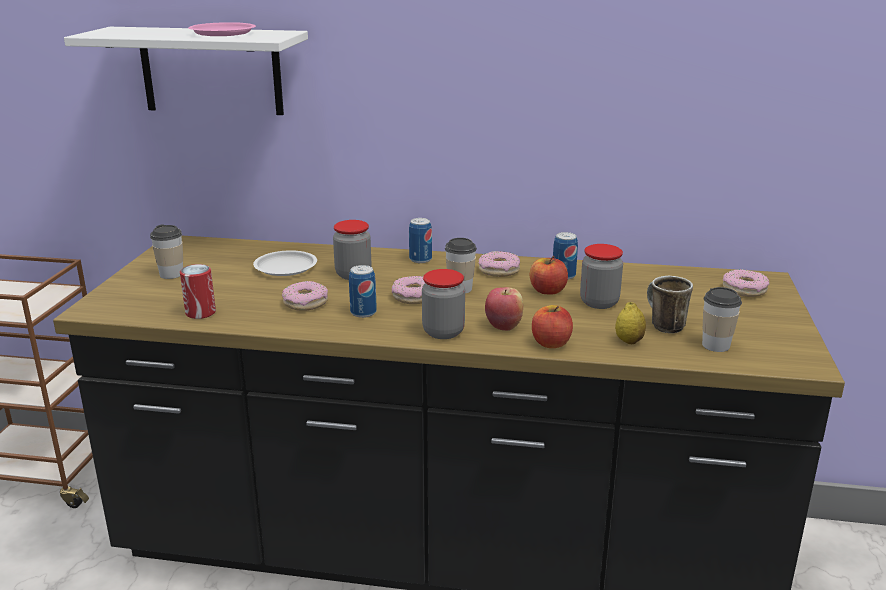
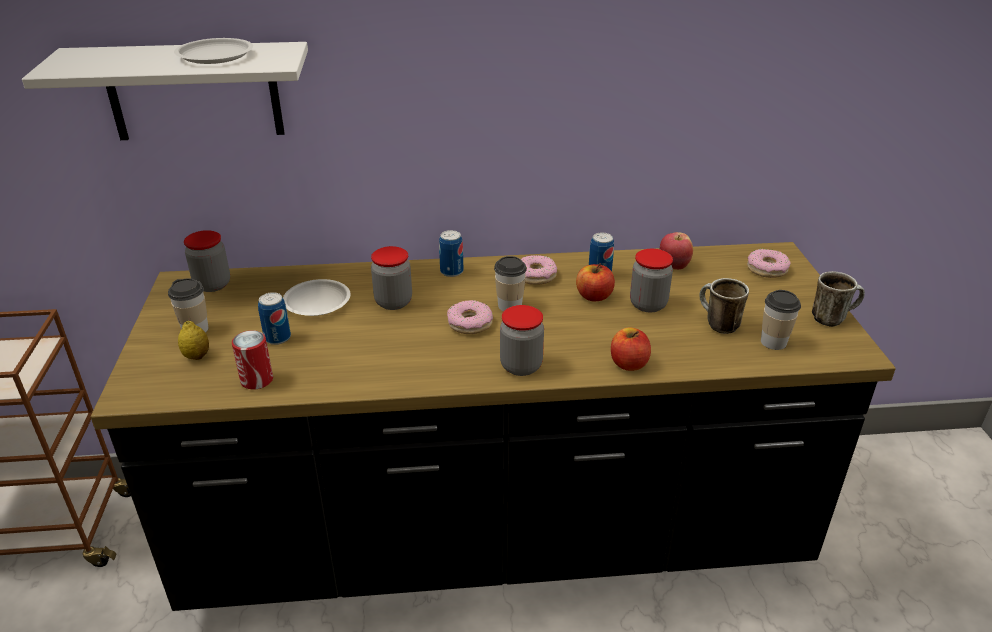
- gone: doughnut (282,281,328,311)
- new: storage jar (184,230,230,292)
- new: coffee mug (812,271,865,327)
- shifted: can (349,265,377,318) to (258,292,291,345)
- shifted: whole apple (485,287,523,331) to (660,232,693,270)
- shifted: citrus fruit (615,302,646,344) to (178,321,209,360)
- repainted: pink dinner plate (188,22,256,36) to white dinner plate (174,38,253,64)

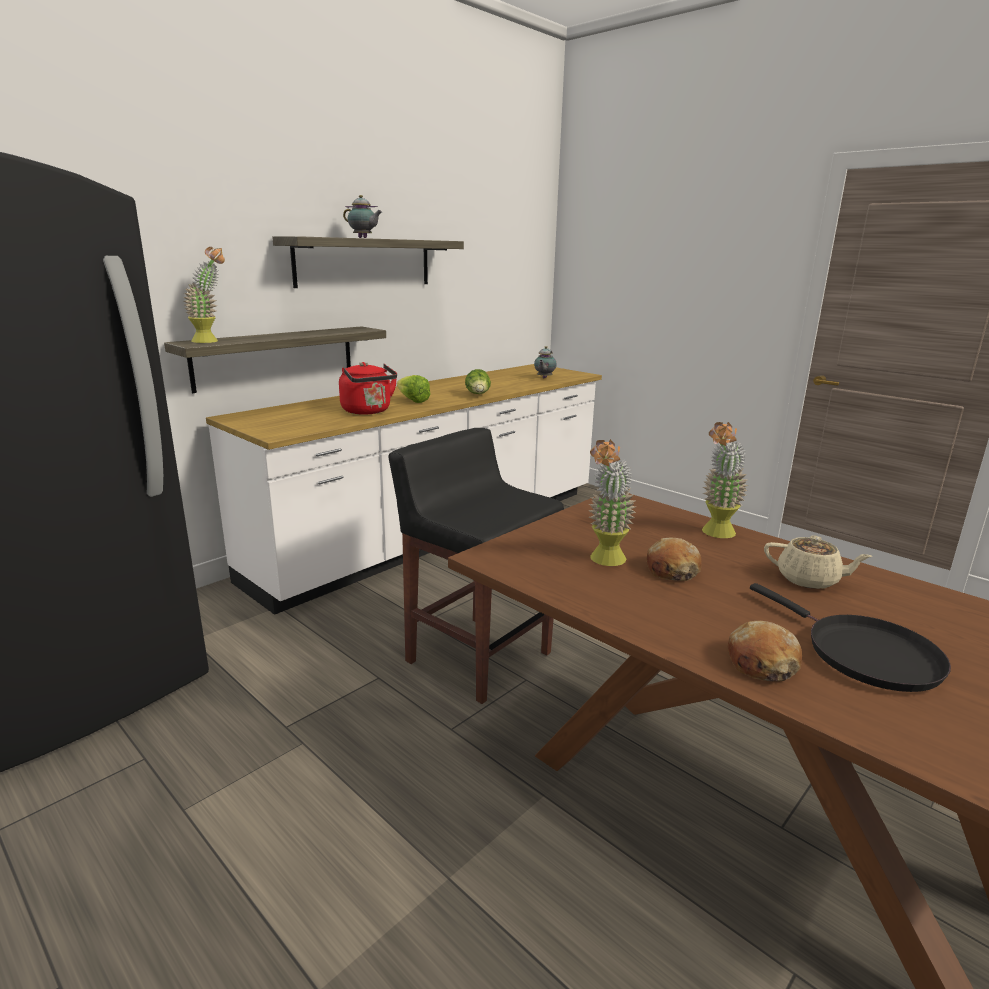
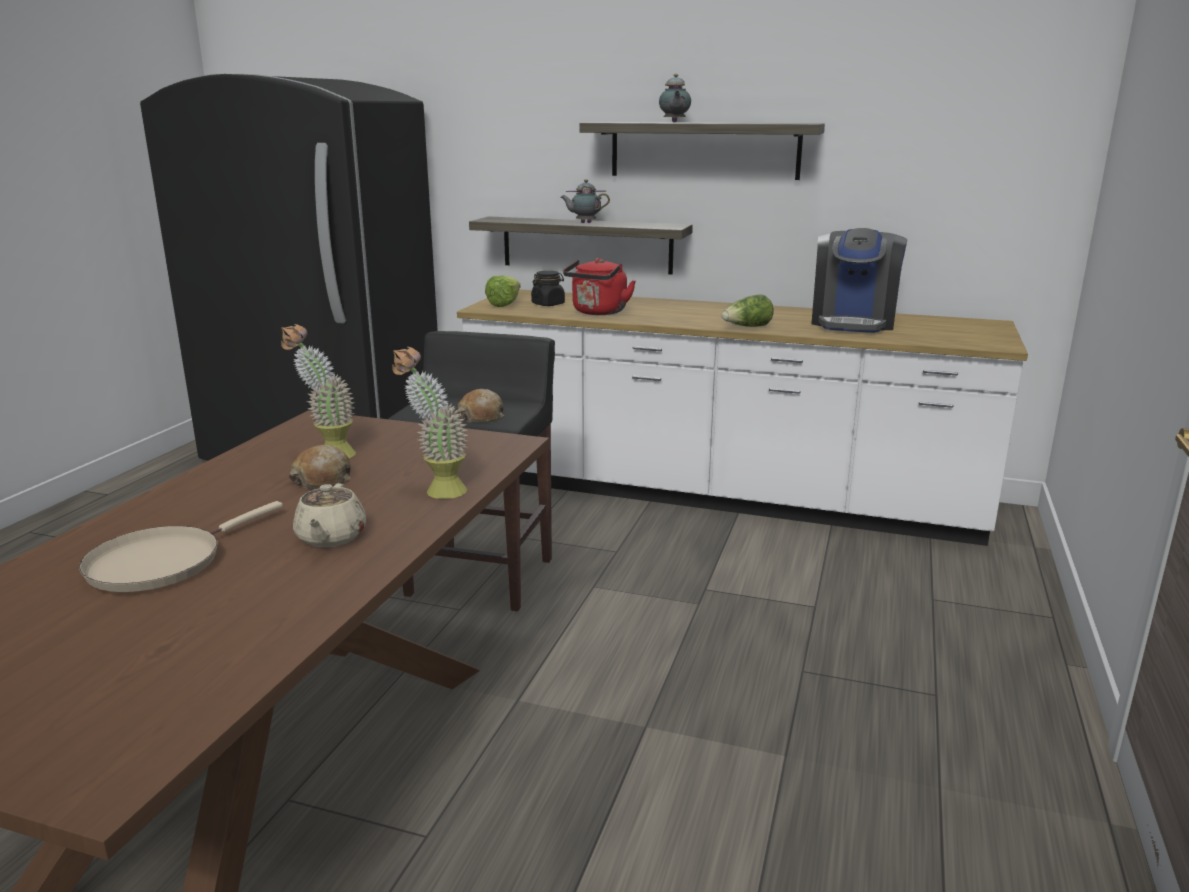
- gone: houseplant (183,247,225,343)
- new: blackish storage jar (531,271,565,306)
- new: coffee machine (811,228,907,333)
- shifted: head of lettuce (397,375,430,403) to (485,275,520,307)
- shifted: pot for tea (534,346,557,378) to (560,179,610,223)
- shifted: bread (728,621,802,681) to (457,389,504,423)
- repainted: blackish skillet (750,583,951,692) to beige skillet (79,501,283,592)

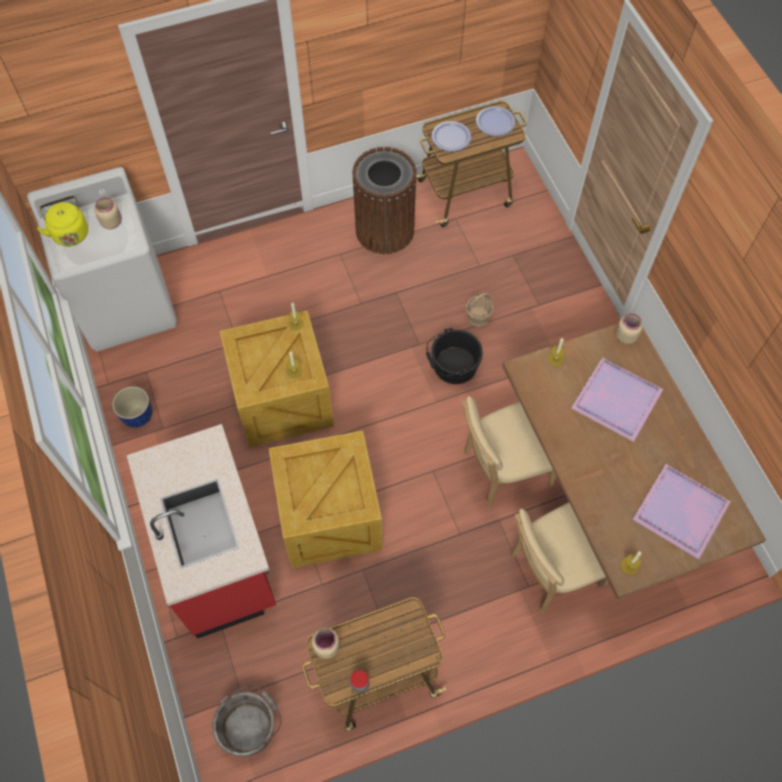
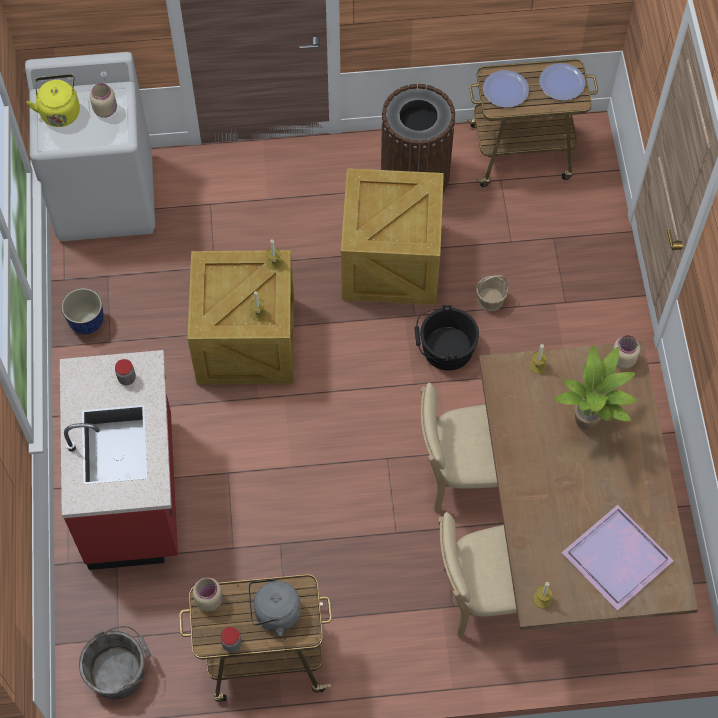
- new: storage jar (115,359,136,385)
- new: greyish water kettle (248,579,301,636)
- shifted: shipping crate (269,431,383,568) to (341,168,444,305)
- swapped: purple serving tray (571,358,663,442) to houseplant (554,345,637,430)

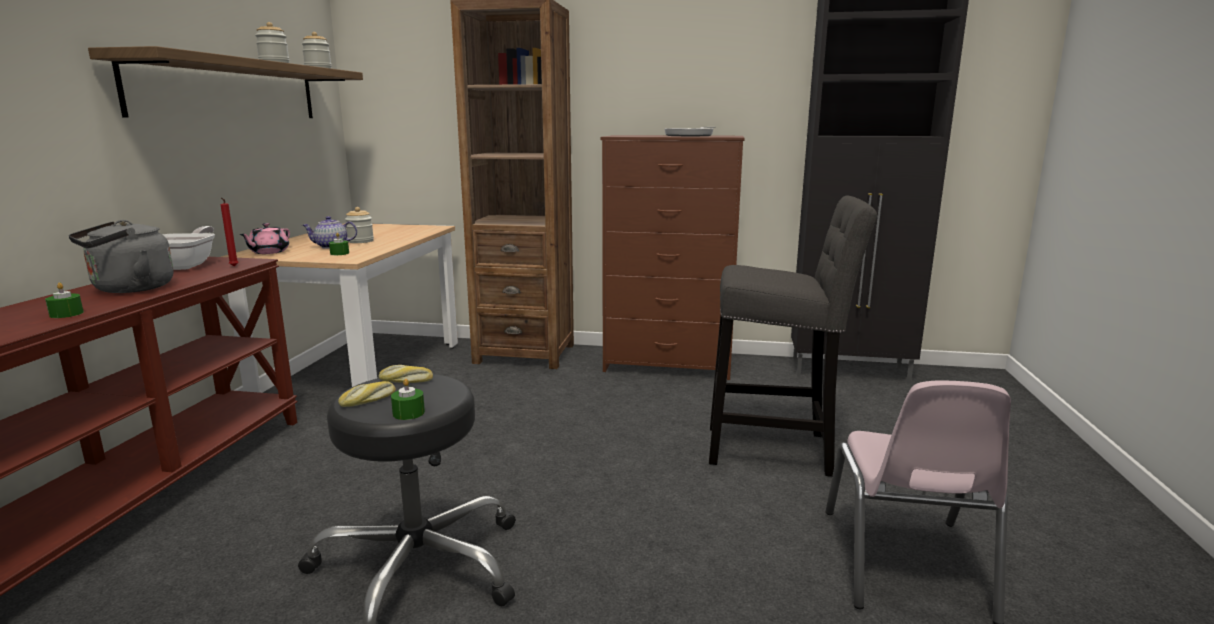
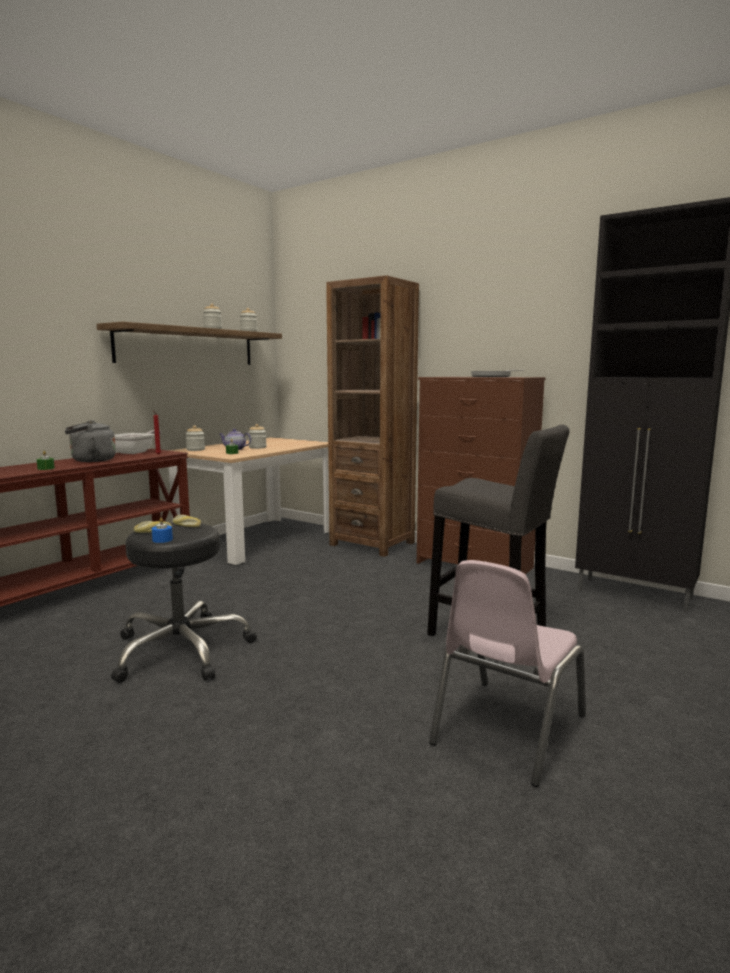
- swapped: pink pot for tea (240,223,290,254) to storage jar (186,425,205,451)
- repainted: green-coloured candle (391,378,425,420) to blue candle (152,517,173,543)

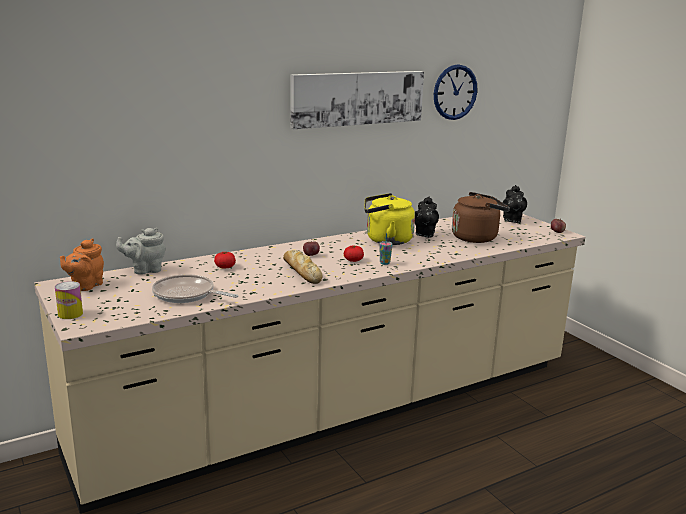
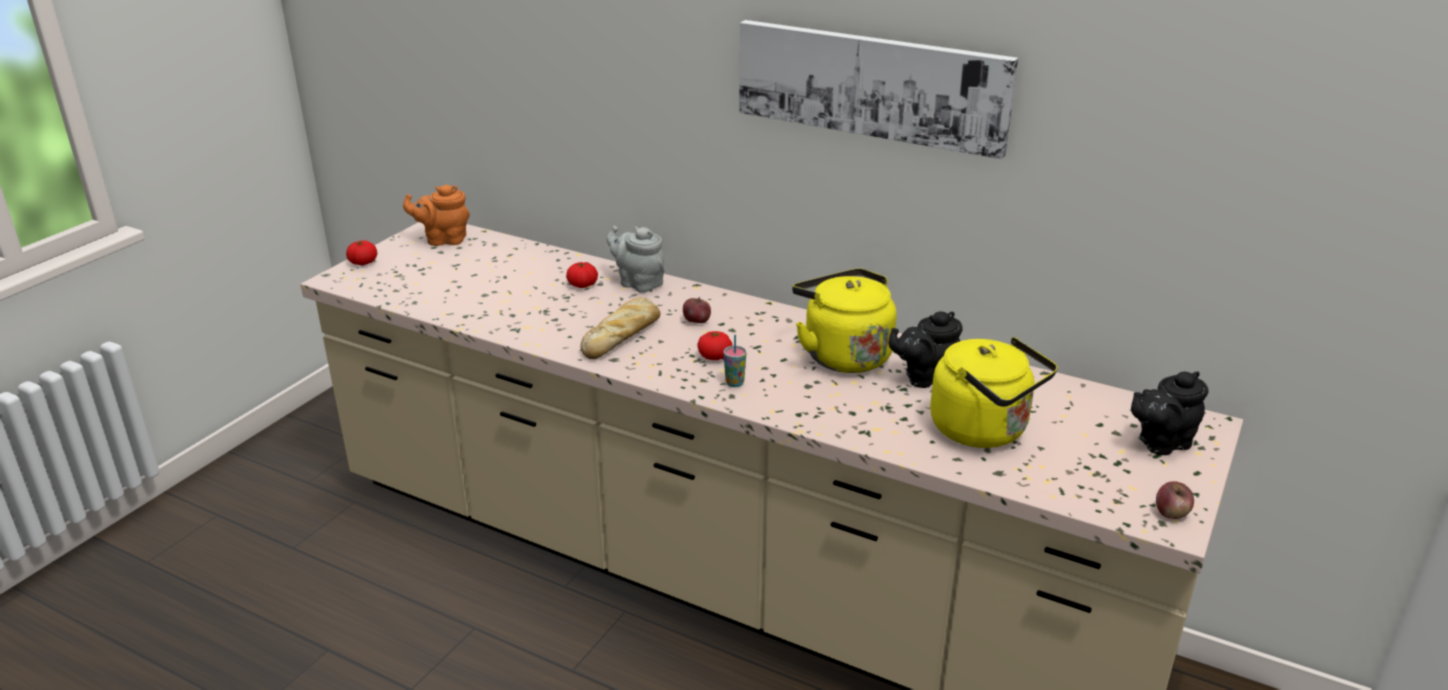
- gone: skillet (152,274,238,303)
- gone: hanging clock (434,64,477,120)
- shifted: greyish pot for tea (116,228,166,275) to (607,226,665,293)
- swapped: can (55,281,83,319) to whole tomato (346,240,377,265)
- repainted: brownish water kettle (452,192,510,243) to yellowish water kettle (930,337,1058,448)

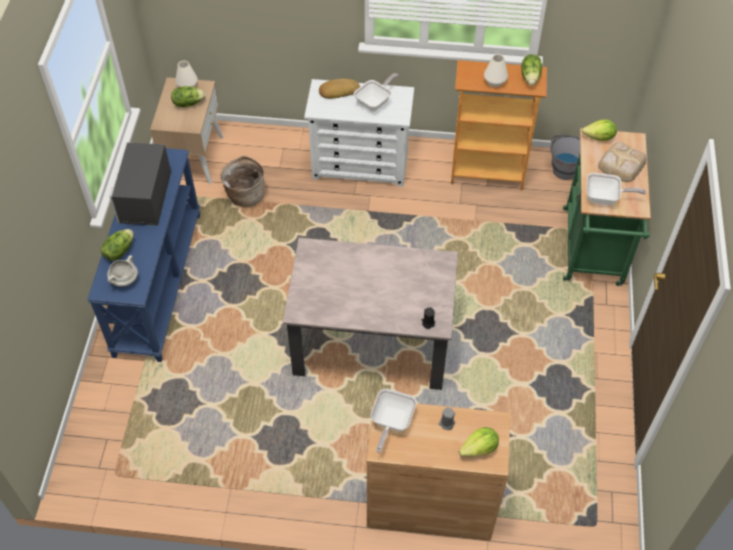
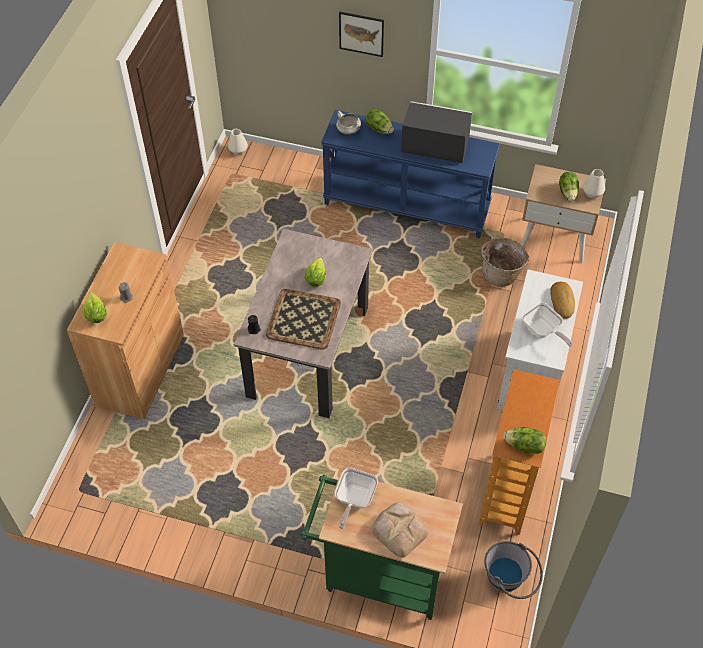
- gone: skillet (371,388,417,453)
- new: serving tray (266,289,341,350)
- new: picture (339,12,384,57)
- shifted: white vase (484,54,508,87) to (228,129,248,155)
- shifted: head of lettuce (582,119,617,141) to (304,257,326,287)

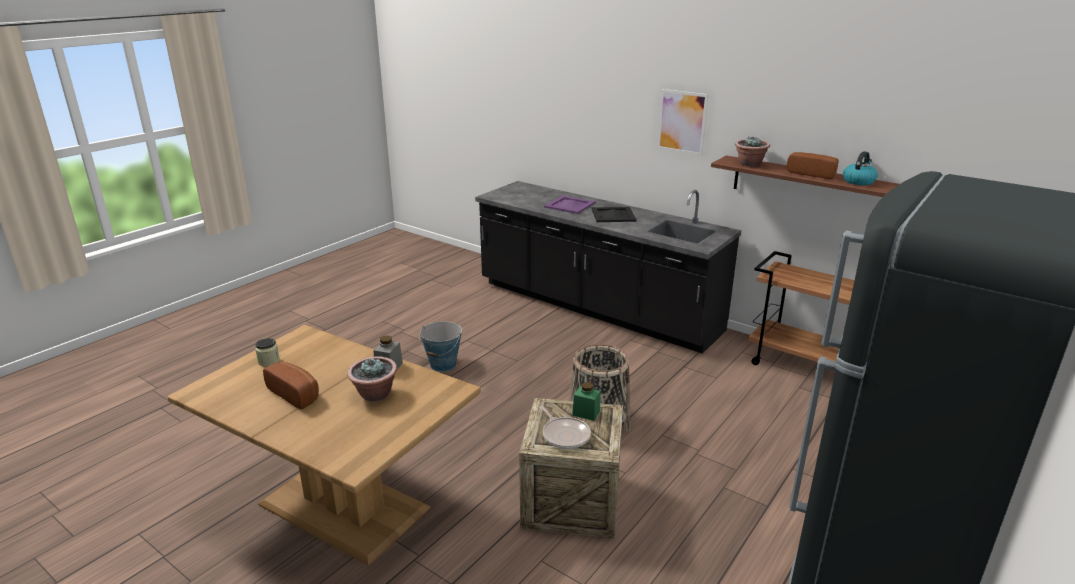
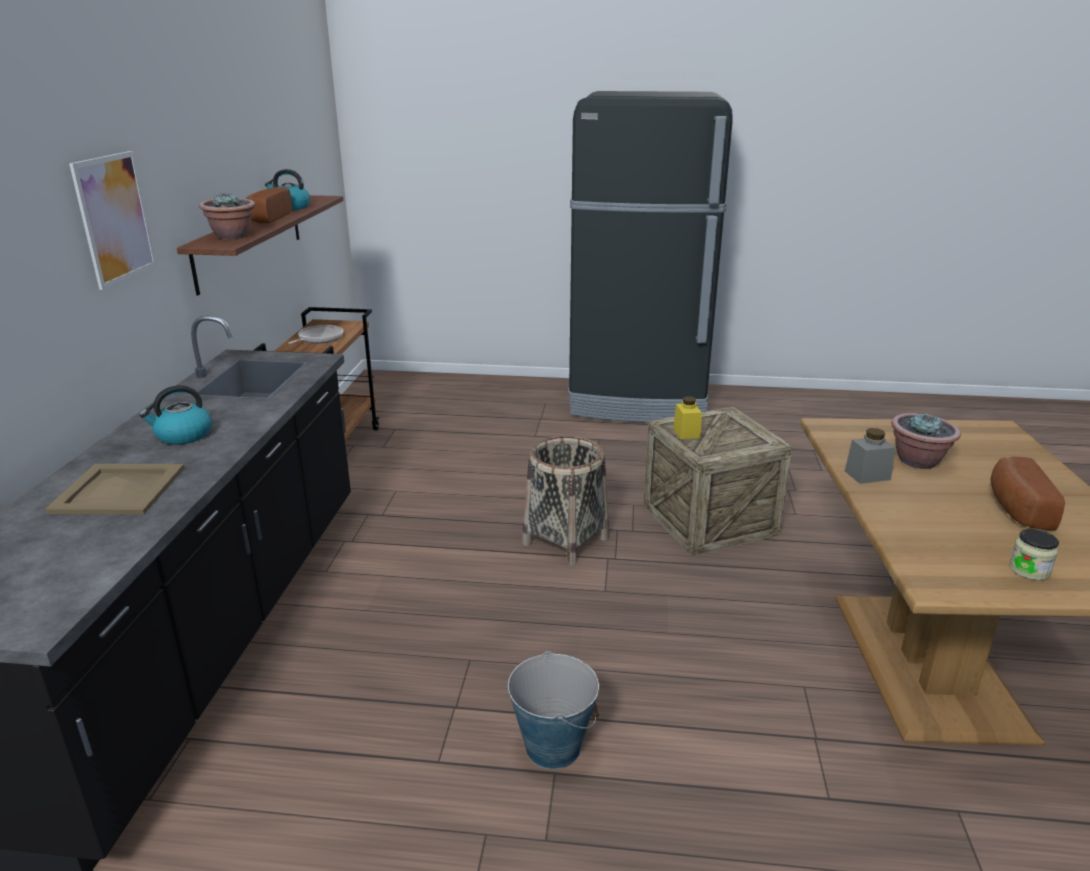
- shifted: skillet (540,406,591,449) to (289,325,343,344)
- swapped: blackish serving tray (592,207,637,222) to water kettle (139,385,212,445)
- repainted: purple serving tray (544,195,595,214) to beige serving tray (44,464,184,515)
- repainted: green-coloured storage jar (572,382,600,421) to yellowish storage jar (673,396,702,439)

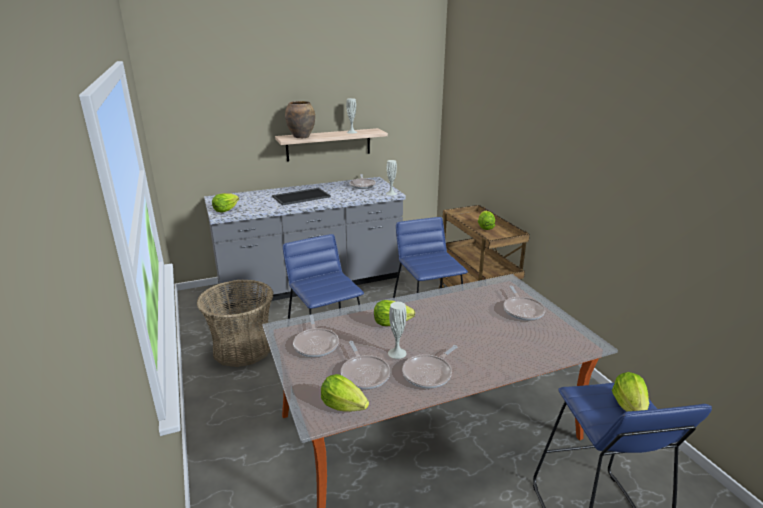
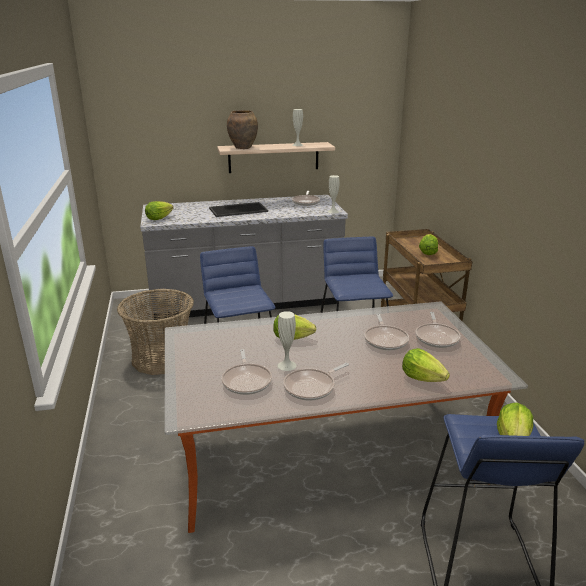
- shifted: skillet (293,315,339,357) to (364,314,409,350)
- shifted: head of lettuce (321,374,369,412) to (402,348,450,382)

